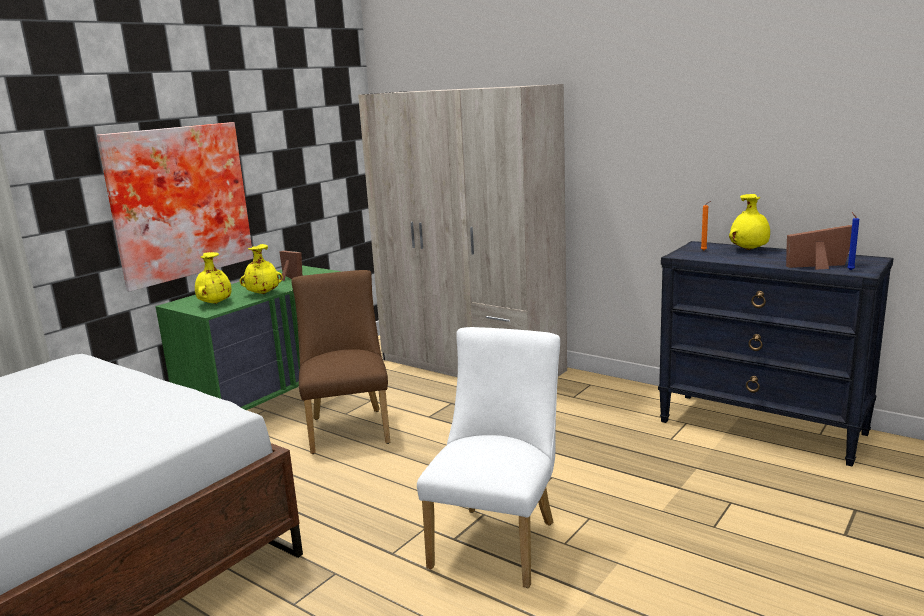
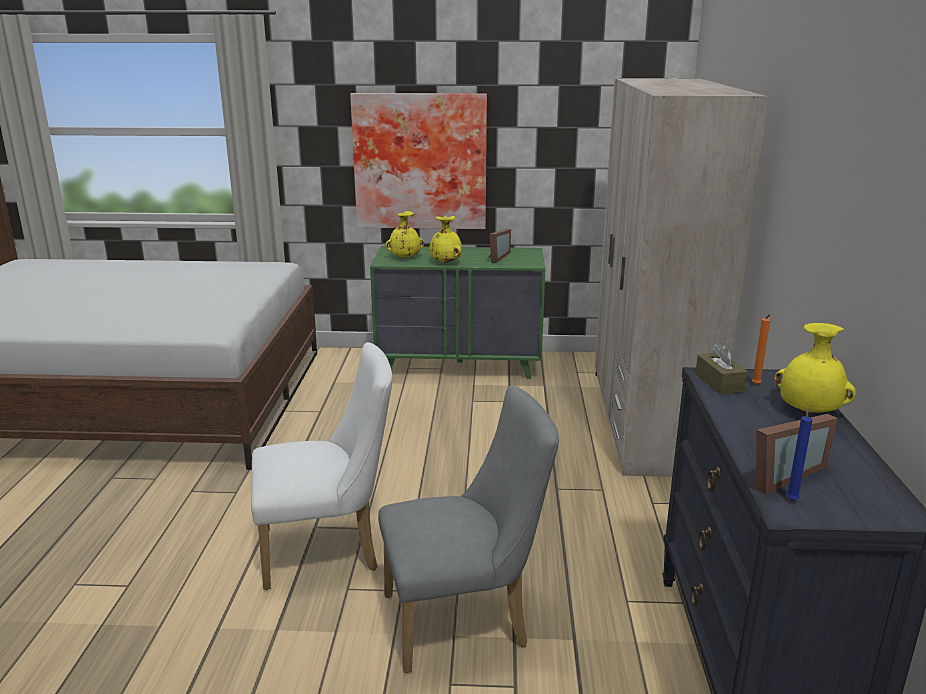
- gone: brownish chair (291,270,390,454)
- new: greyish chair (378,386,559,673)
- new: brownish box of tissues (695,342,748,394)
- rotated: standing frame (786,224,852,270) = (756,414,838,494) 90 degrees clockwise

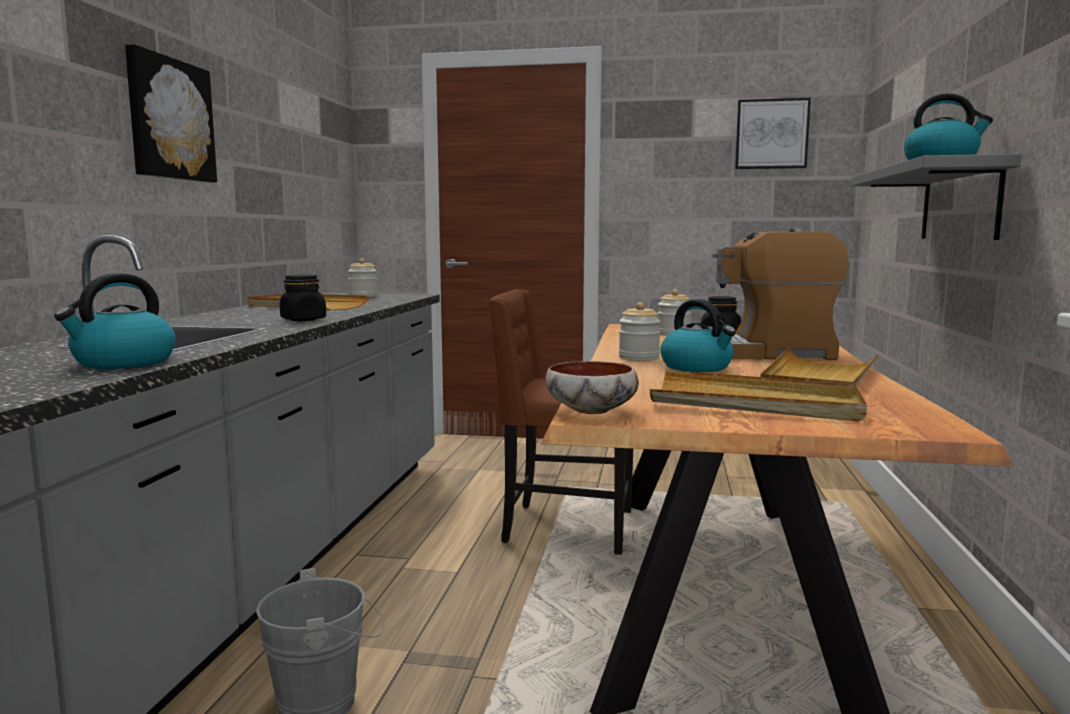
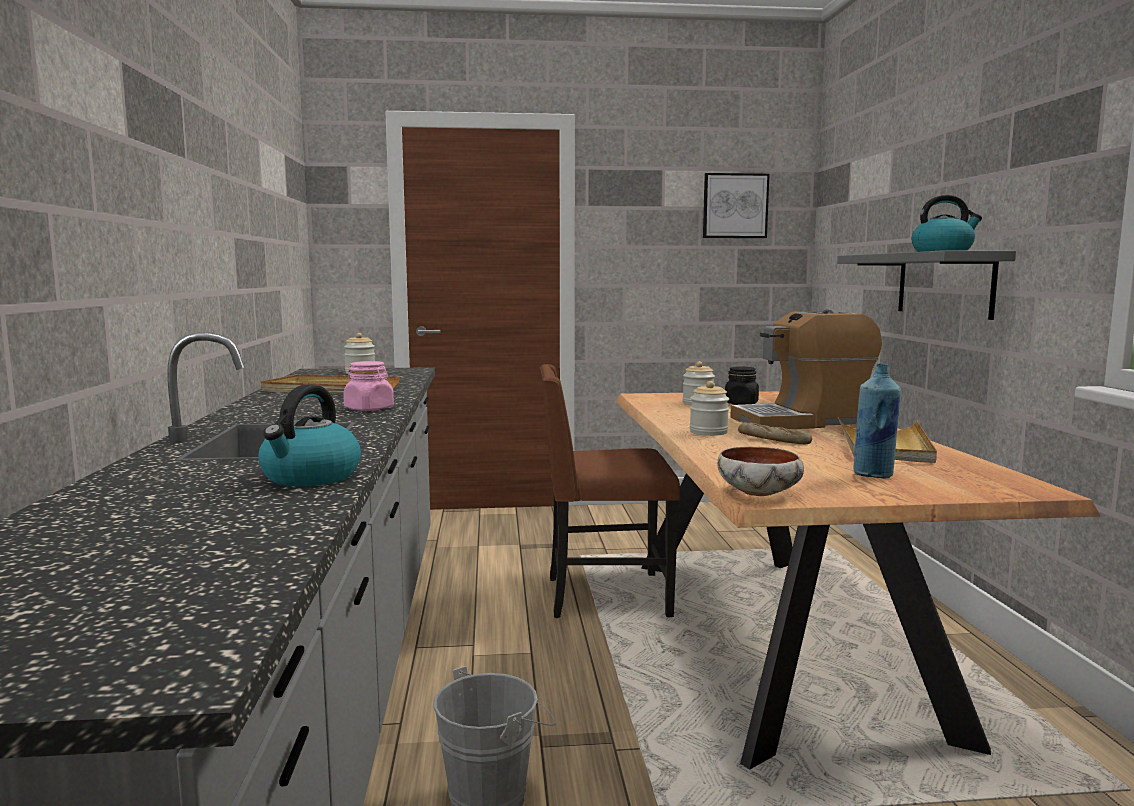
- gone: picture (125,44,217,183)
- swapped: beige serving tray (650,370,867,421) to blue bottle (854,364,901,478)
- swapped: water kettle (660,299,736,372) to bread (738,422,812,444)
- repainted: blackish storage jar (280,275,326,321) to pink storage jar (343,361,394,411)

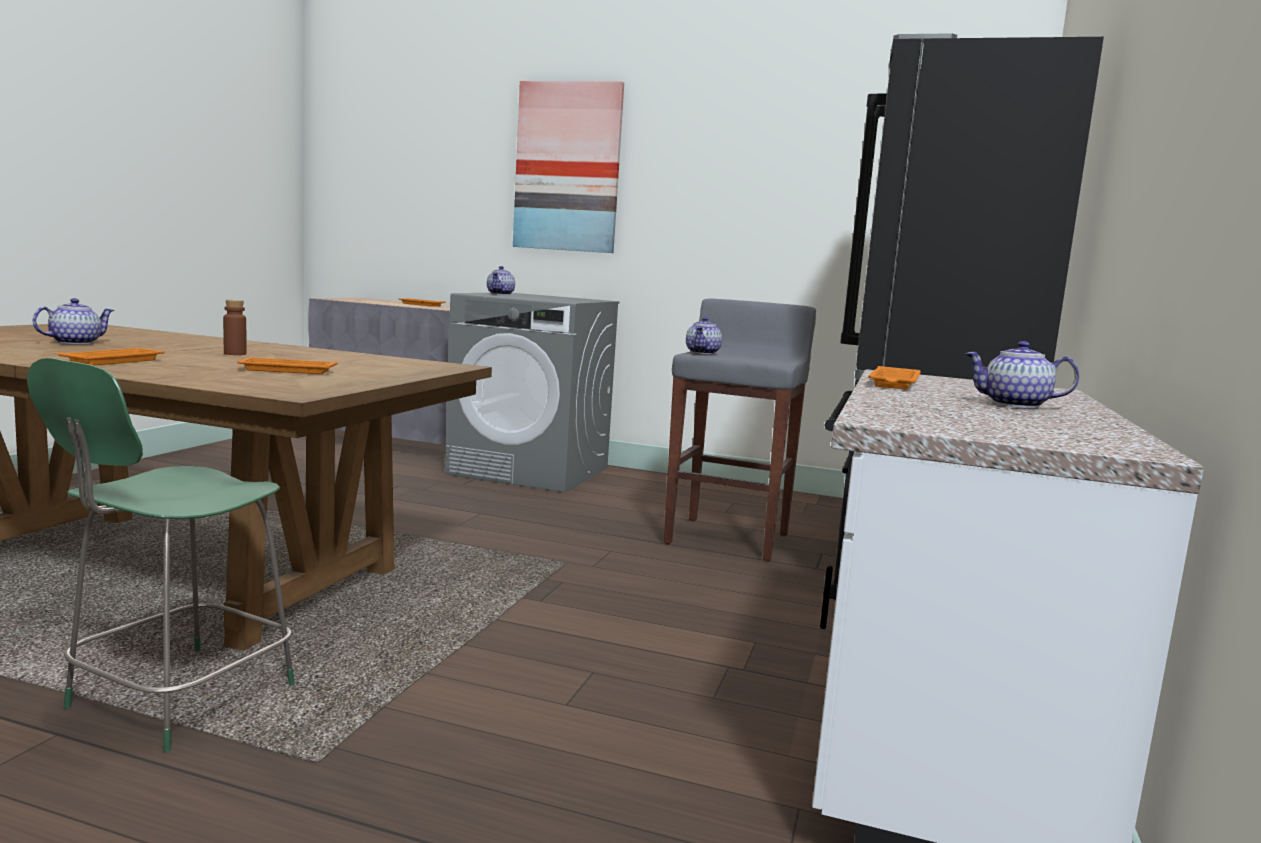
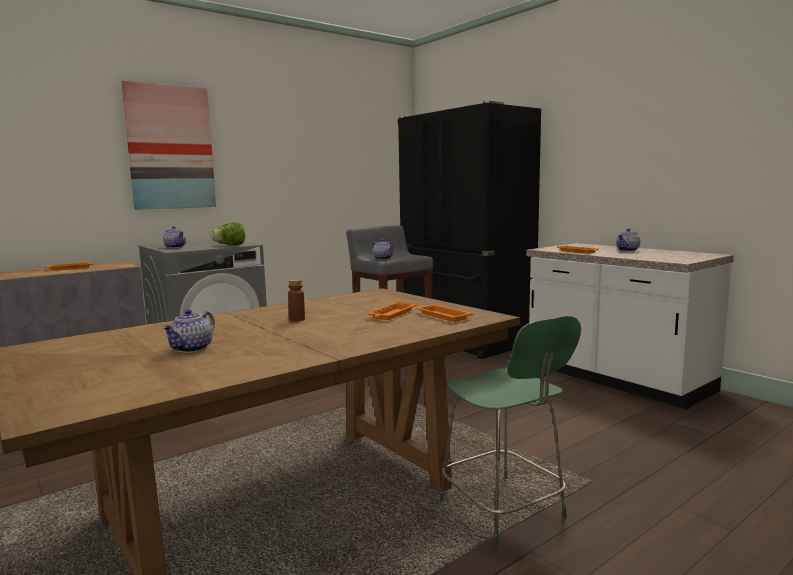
- new: head of lettuce (211,222,245,245)
- shifted: orangey serving tray (58,348,164,365) to (417,304,473,322)
- rotated: pot for tea (33,298,114,345) = (162,309,215,353) 135 degrees counterclockwise

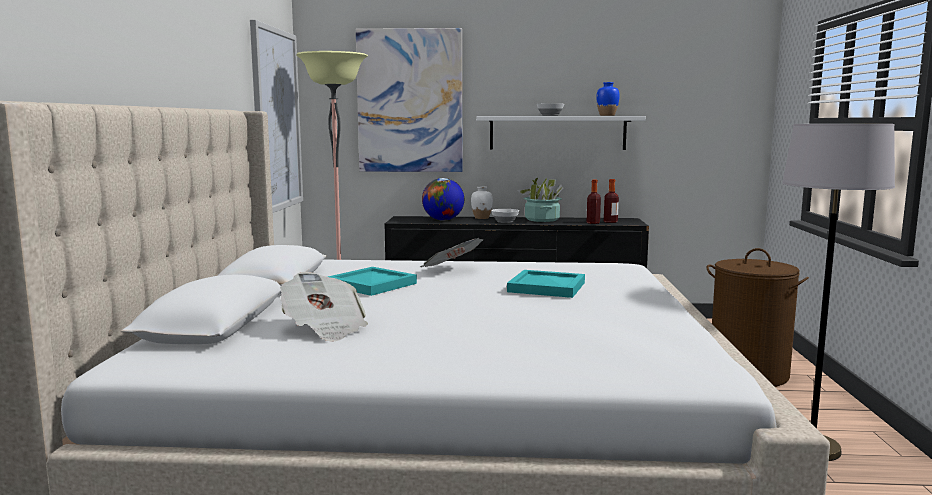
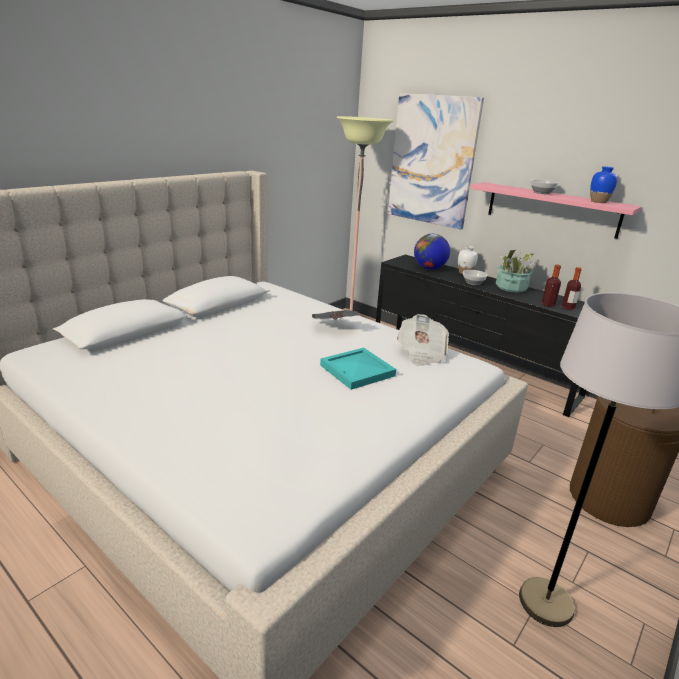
- gone: picture (250,19,303,213)
- gone: blue-green serving tray (328,267,417,296)
- shifted: printed paper (280,272,368,342) to (397,314,449,366)
- repainted: white bracket shelf (476,116,646,150) to pink bracket shelf (470,182,642,239)

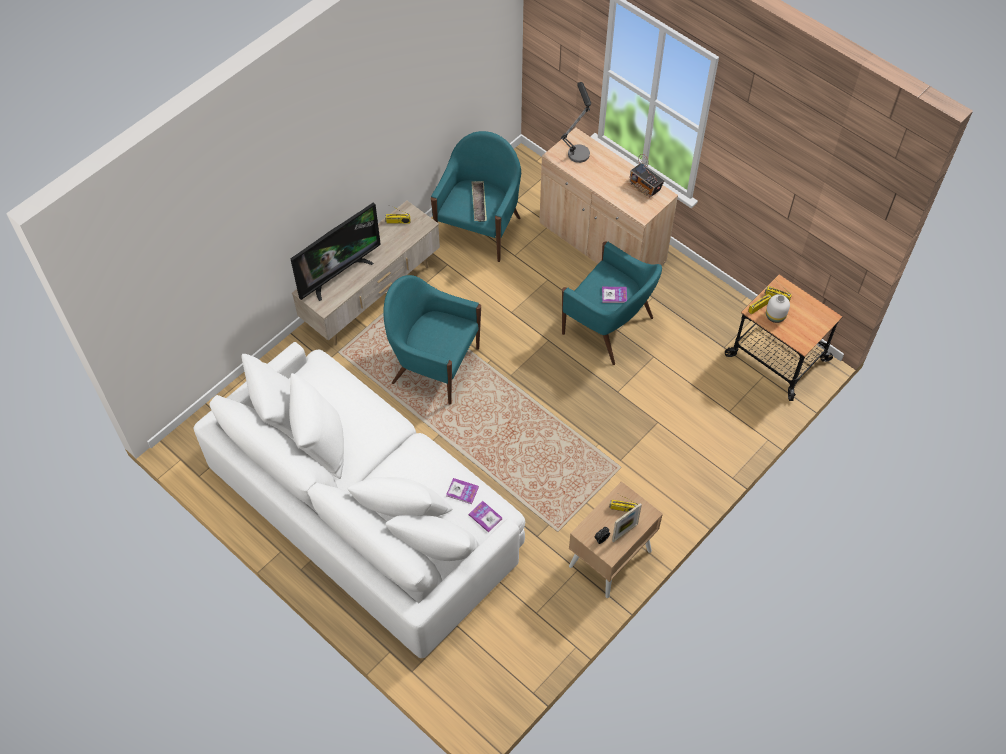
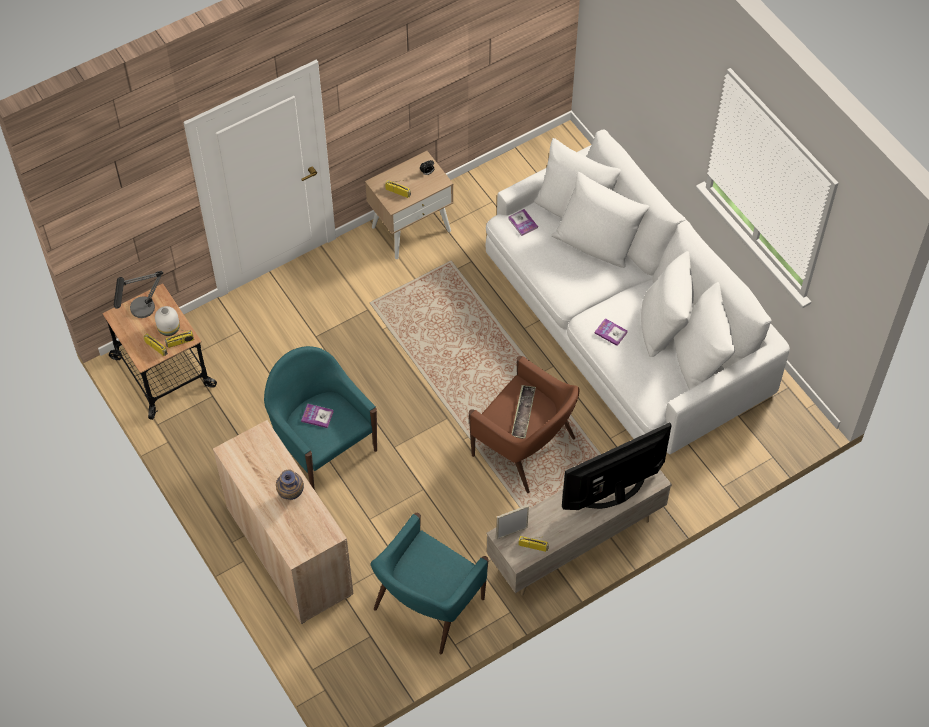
- gone: radio set (630,154,664,198)
- new: vase (276,469,304,500)
- shifted: bound book (446,478,479,504) to (595,318,628,346)
- shifted: serving tray (472,181,487,222) to (511,385,536,439)
- shifted: lamp for a table (561,82,591,163) to (114,271,163,318)
- shifted: standing frame (612,503,642,542) to (496,505,529,539)
- repainted: blue-green lounge chair (383,275,481,404) to brownish lounge chair (469,356,580,493)

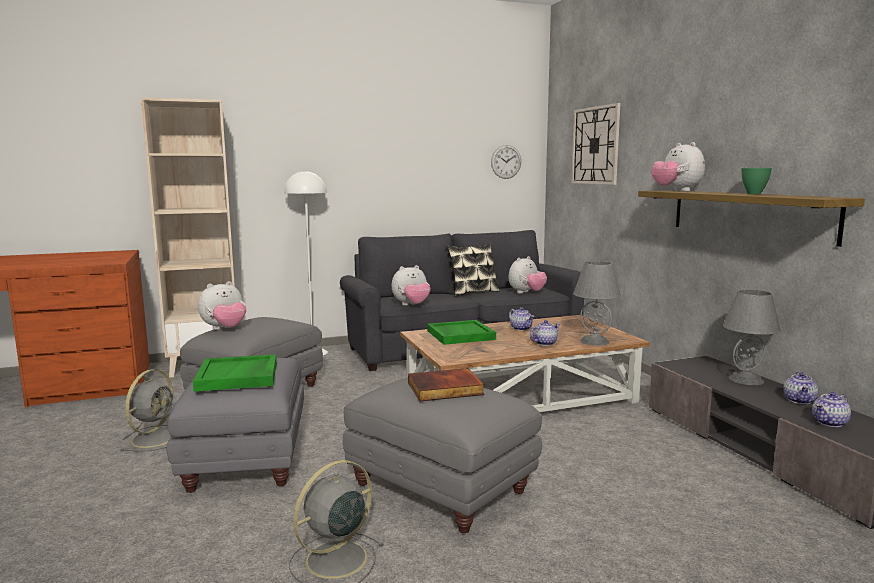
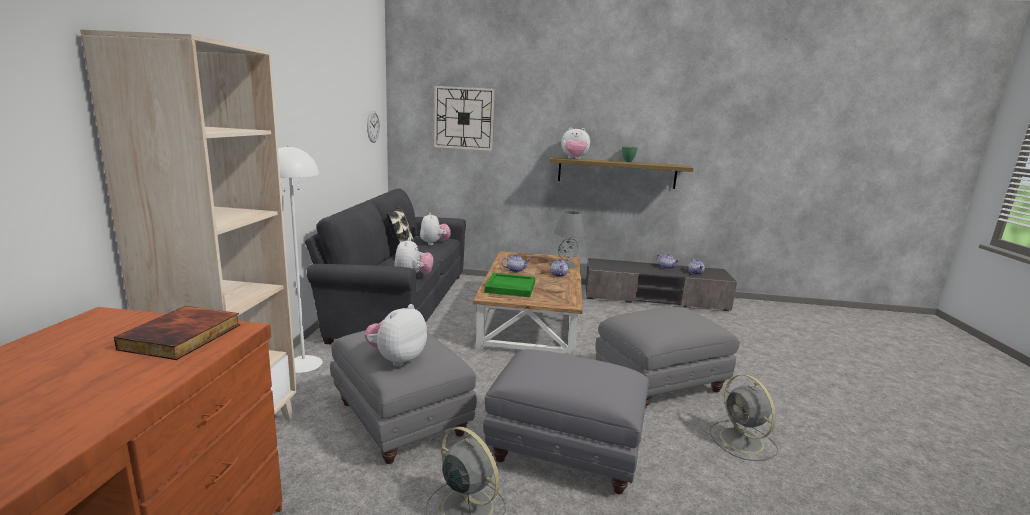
- gone: green-coloured serving tray (193,354,277,392)
- gone: greyish lamp for a table (723,290,781,385)
- shifted: bound book (408,368,484,401) to (114,306,240,360)
- rotated: cuddly toy (198,281,246,330) = (364,304,427,366) 135 degrees counterclockwise

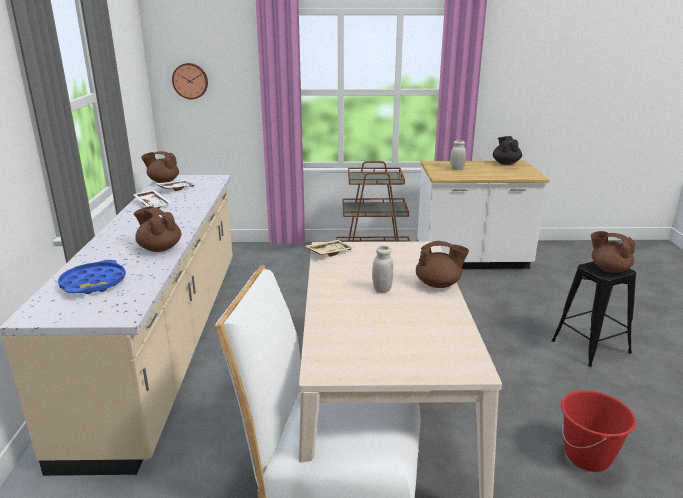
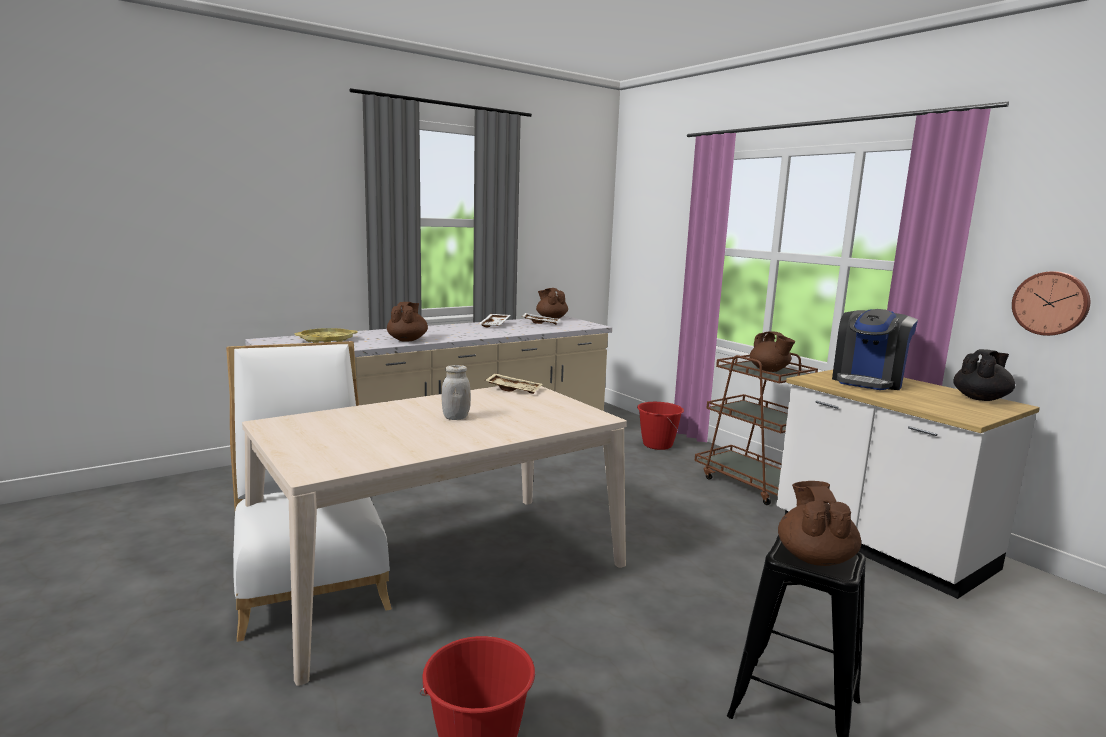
- new: red-coloured water bucket (637,402,684,450)
- shifted: hanging clock (172,63,208,100) to (1012,271,1090,336)
- shifted: brownish pot for tea (416,241,469,288) to (749,331,795,372)
- swapped: white storage jar (450,140,466,170) to coffee machine (832,309,918,390)
- repainted: blue serving tray (58,260,126,294) to yellowish serving tray (295,328,358,343)

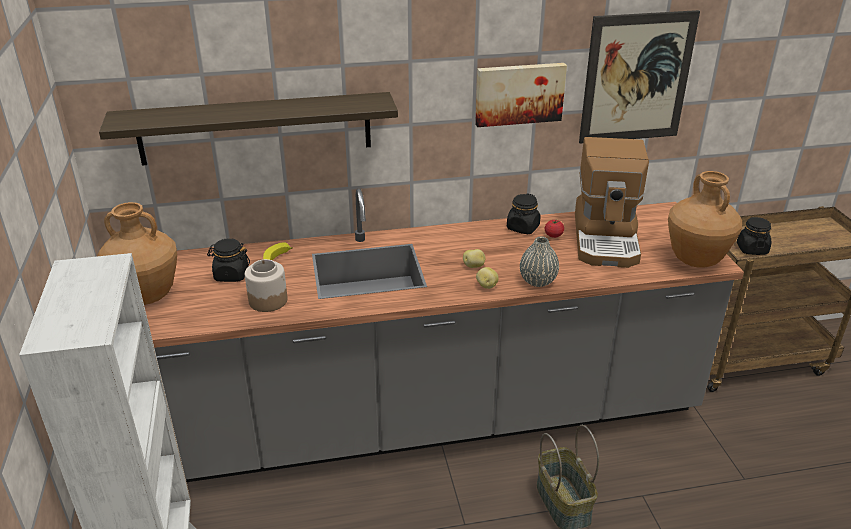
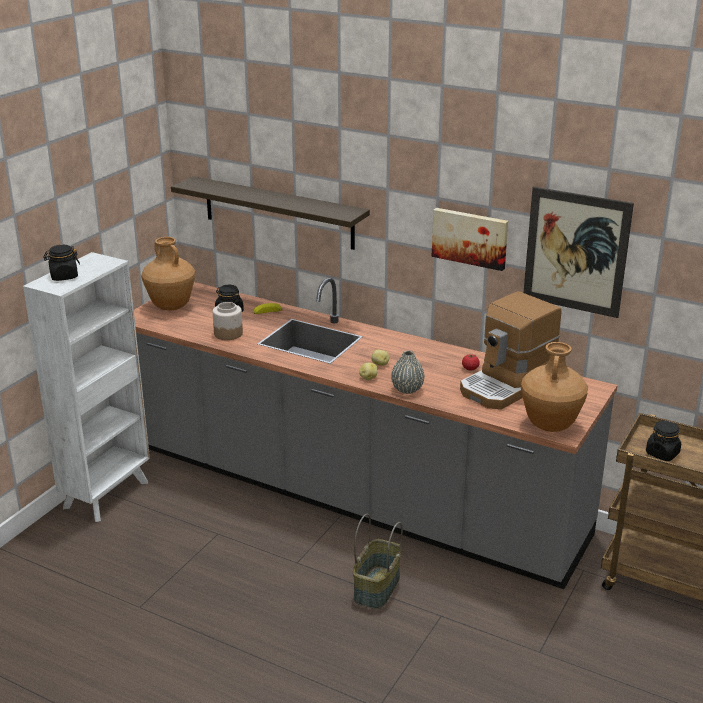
- shifted: blackish storage jar (507,193,541,234) to (43,245,80,281)

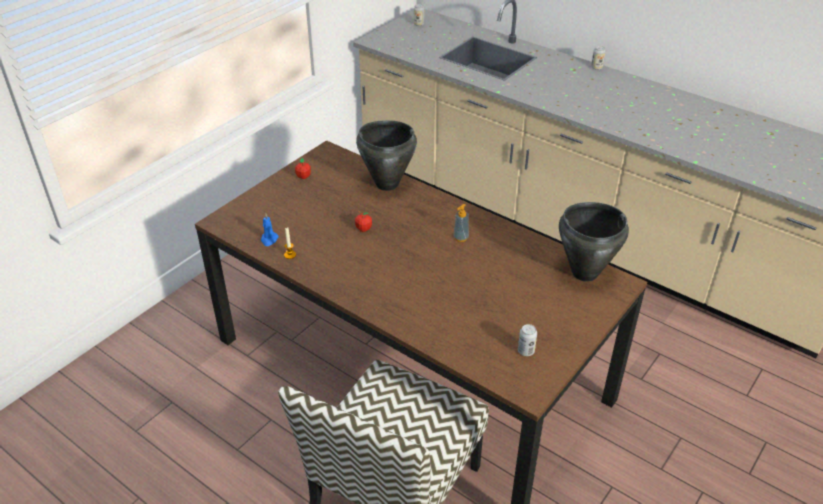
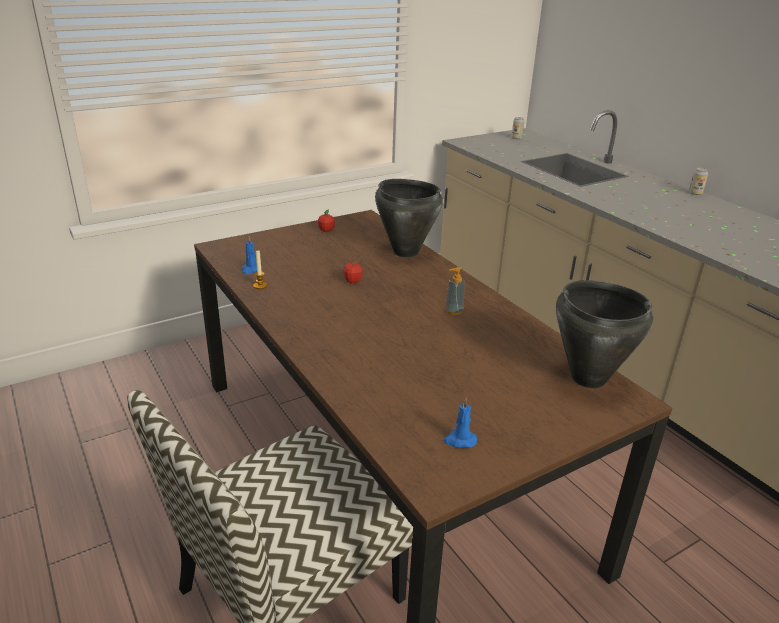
- swapped: can (518,324,537,356) to blue candle (443,398,477,448)

